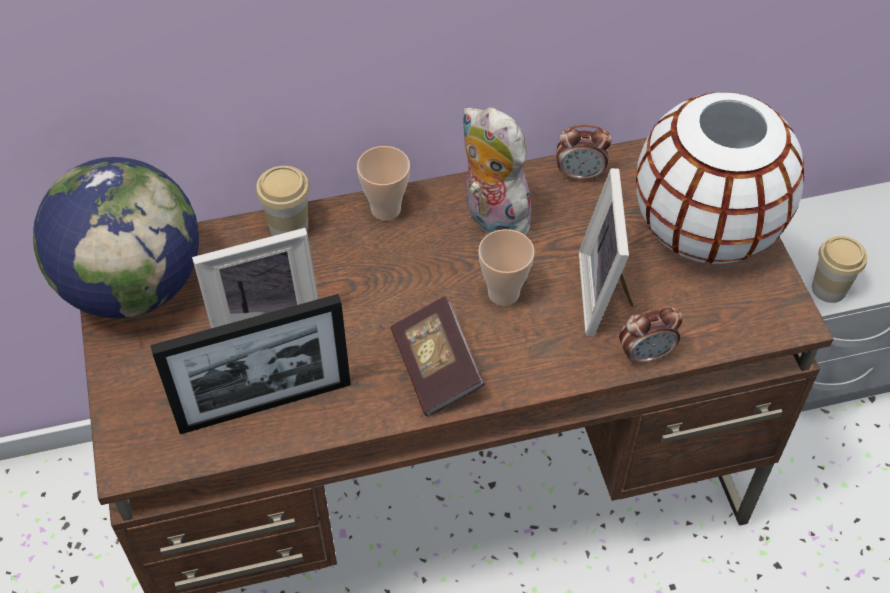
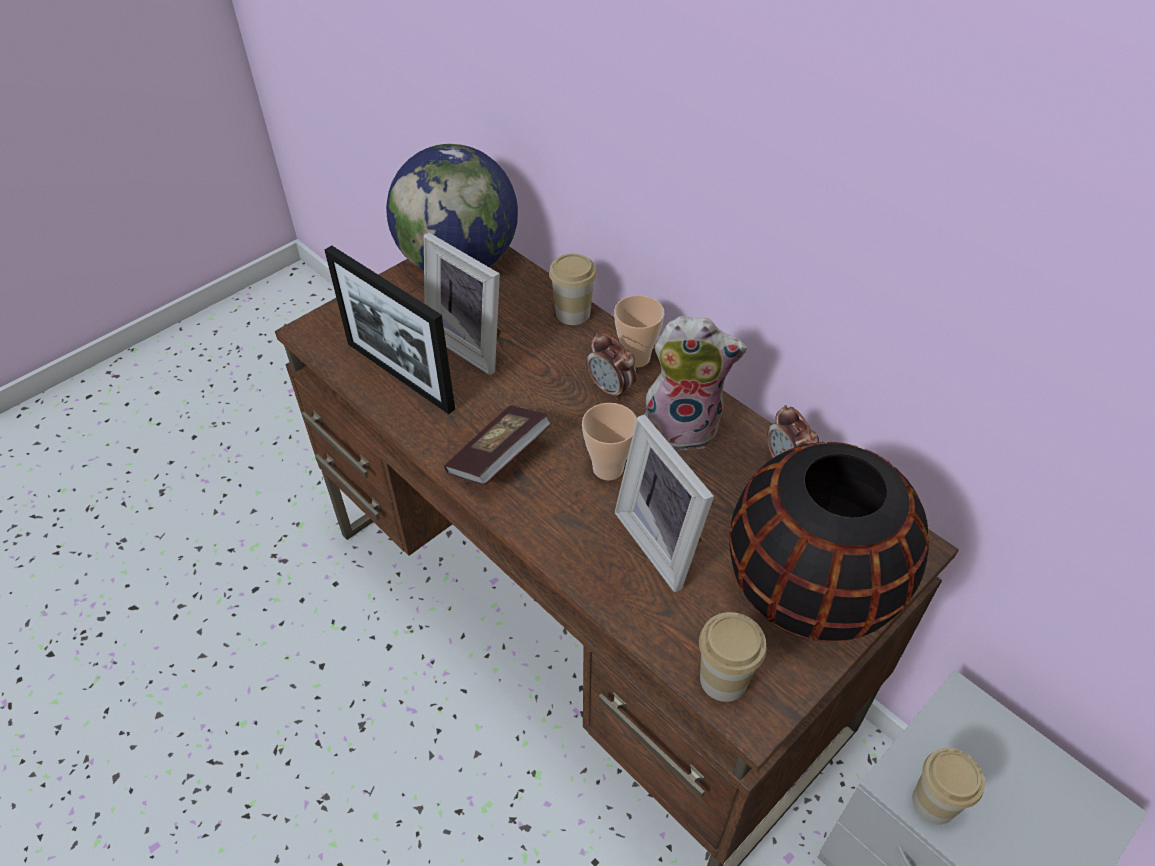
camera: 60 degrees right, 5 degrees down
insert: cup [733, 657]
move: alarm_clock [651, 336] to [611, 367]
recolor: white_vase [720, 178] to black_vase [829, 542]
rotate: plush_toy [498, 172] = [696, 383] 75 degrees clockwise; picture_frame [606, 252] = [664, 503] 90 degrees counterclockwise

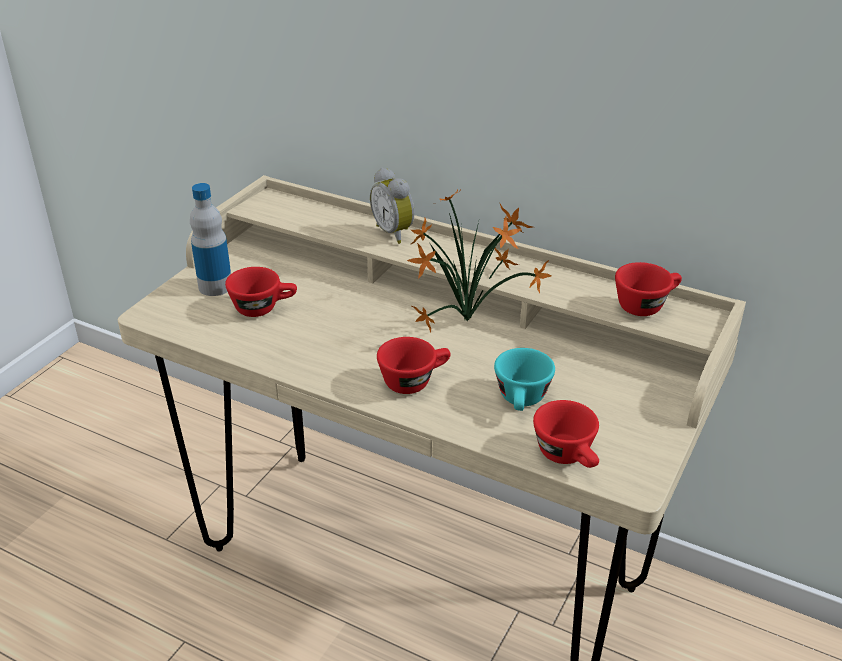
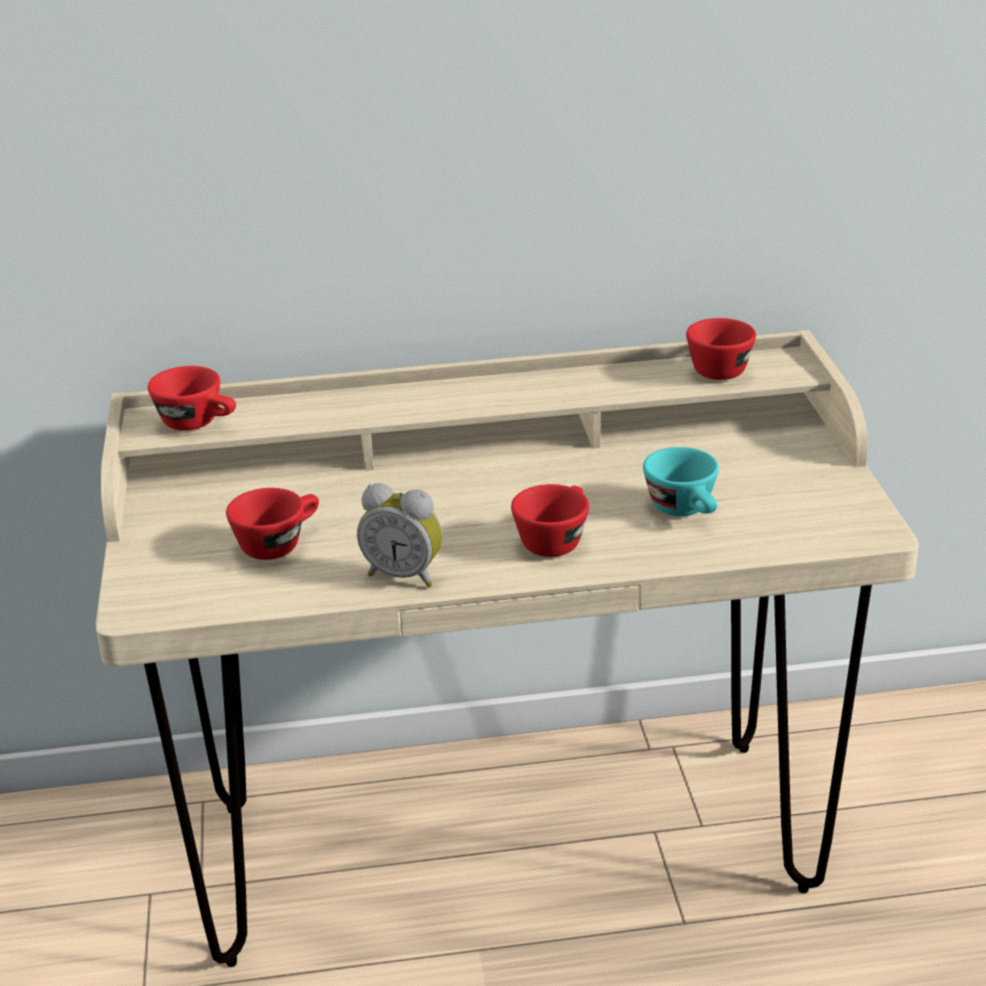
camera: 35 degrees left, 5 degrees down
delete: bottle [210, 239]; potted_plant [479, 260]
move: alarm_clock [392, 206] to [400, 535]; red_cup [566, 434] to [192, 398]

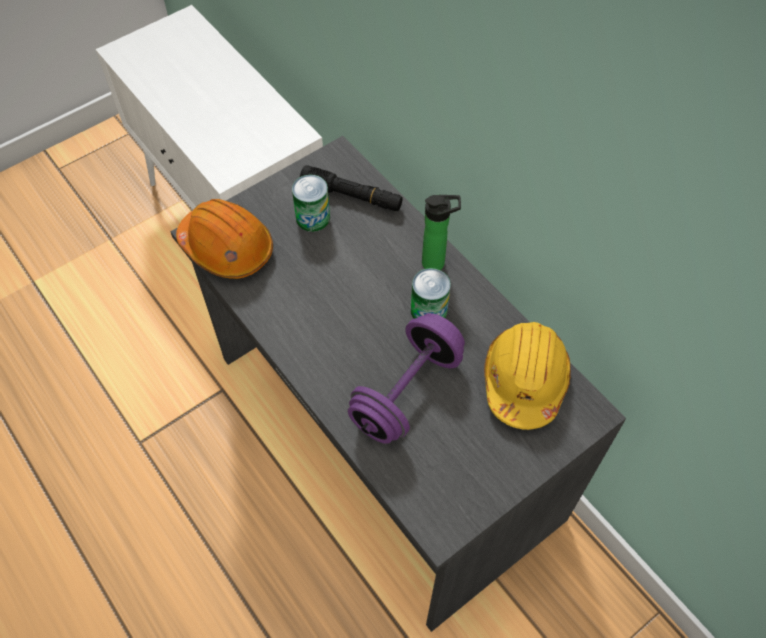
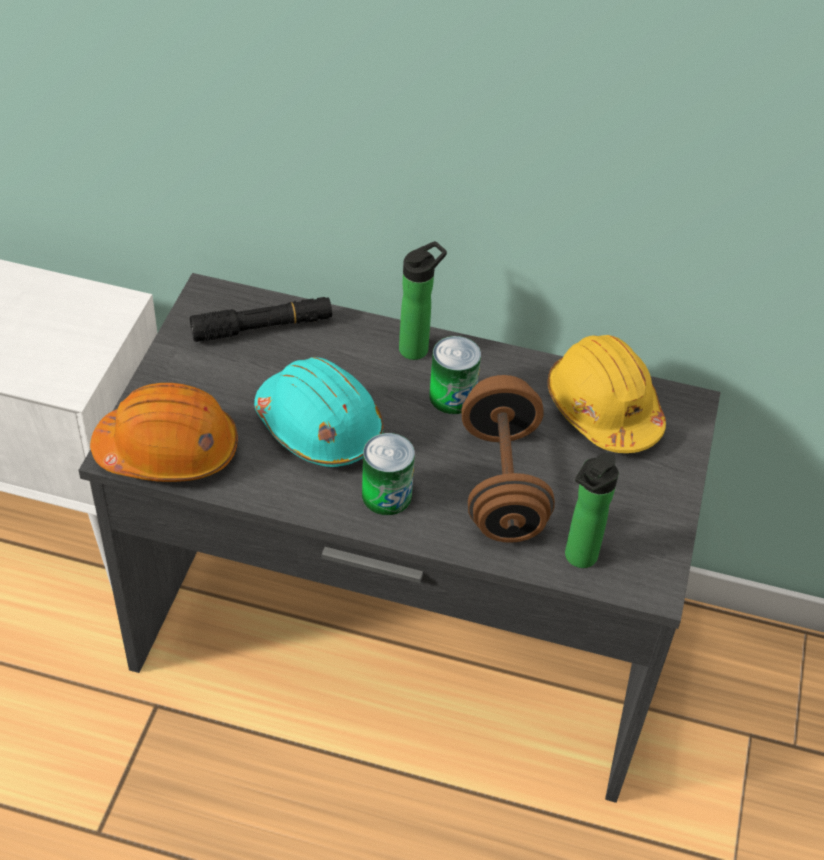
camera: 40 degrees left, 10 degrees down
insert: turquoise_hard_hat [318, 412]; bottle [592, 510]
move: can [311, 203] to [388, 474]
recolor: purple_dumbbell [406, 378] to brown_dumbbell [508, 459]

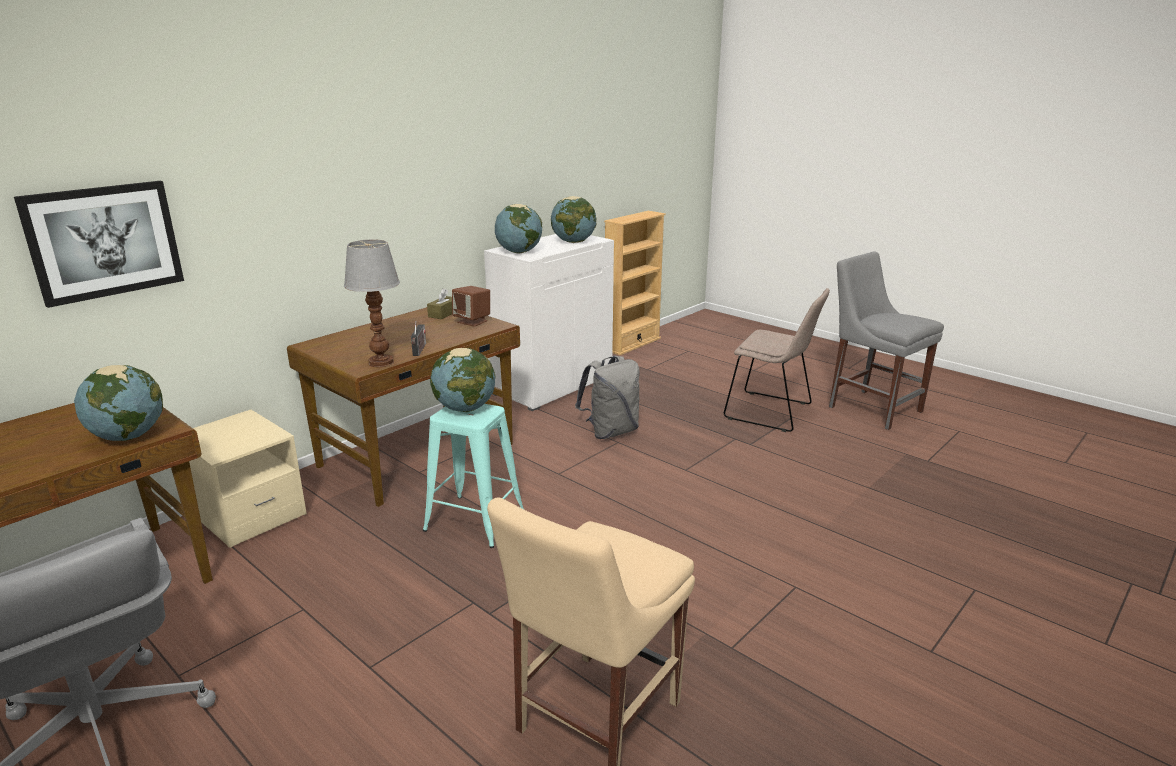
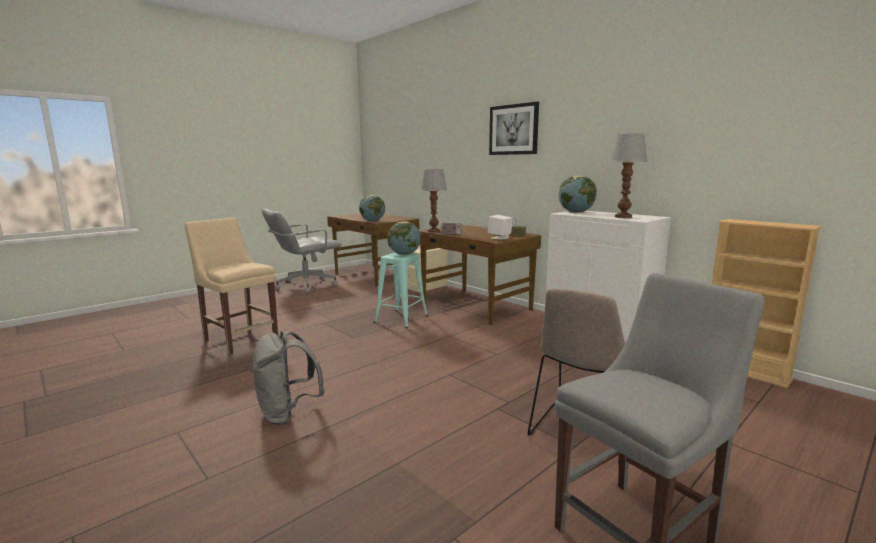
camera: 95 degrees right, 10 degrees down
move: picture [99, 244] to [514, 128]; grey_backpack [607, 397] to [288, 378]
replace: globe [574, 219] to table_lamp [628, 176]
recolor: brown_speaker [471, 306] to white_speaker [500, 227]

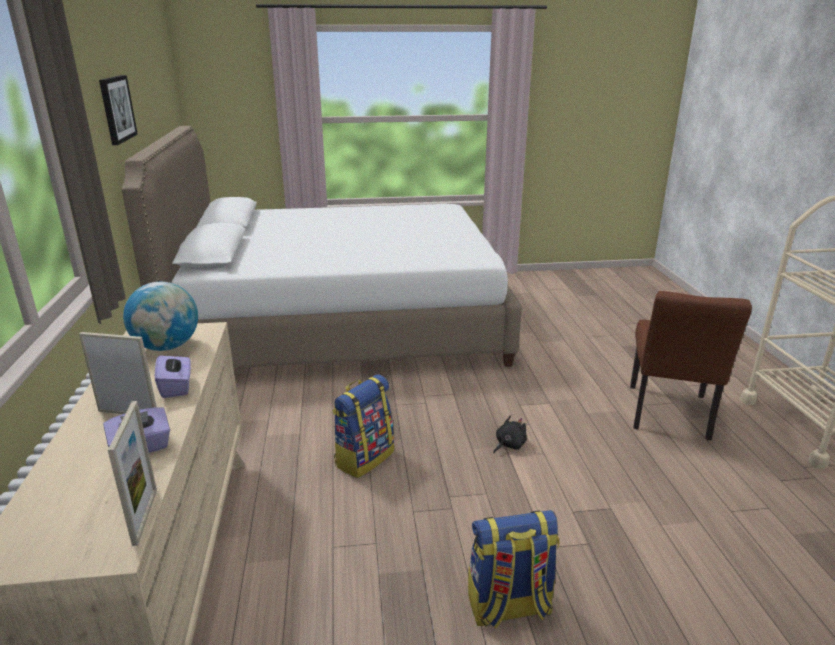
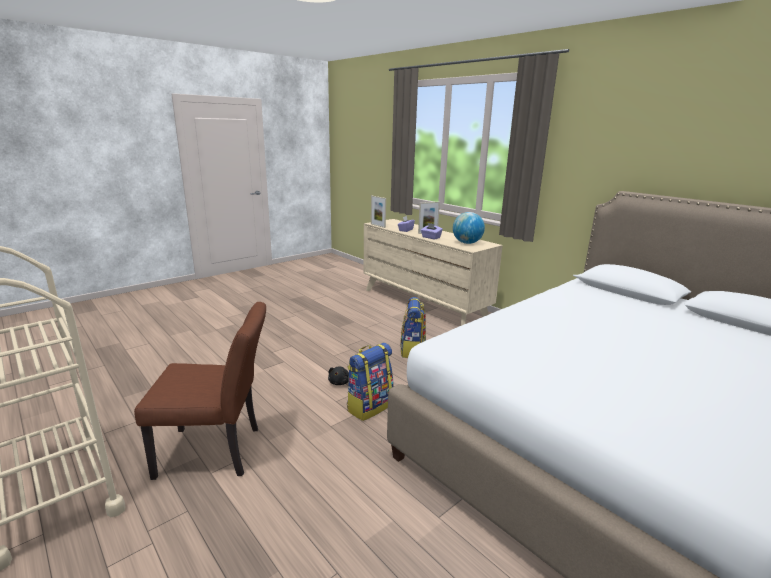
camera: 145 degrees right, 5 degrees down
delete: picture [118, 110]
move: backpack [513, 569] to [370, 382]
rotate: brown_chair [691, 365] = [200, 391] 105 degrees clockwise

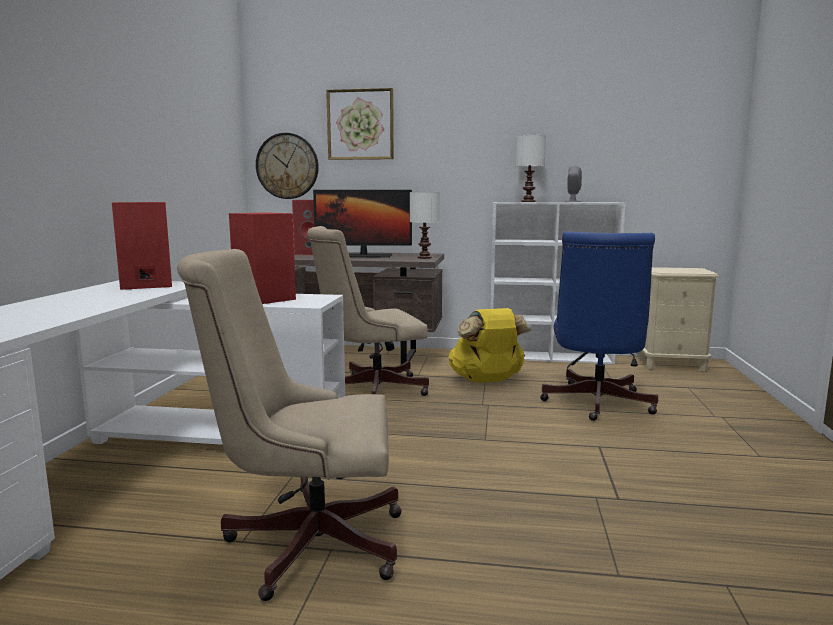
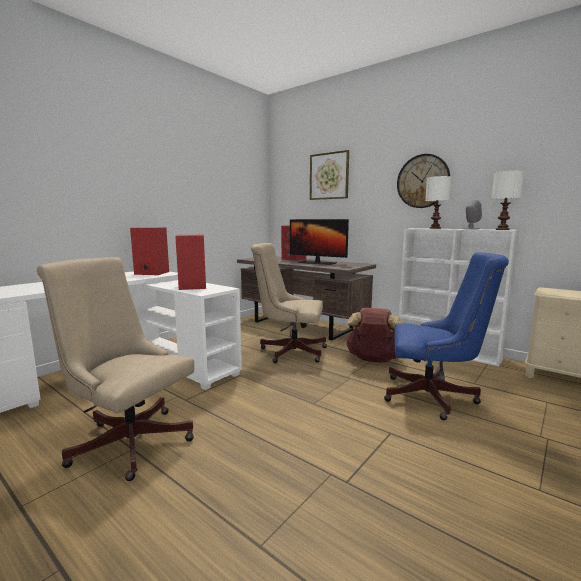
camera: 30 degrees right, 0 degrees up
move: wall_clock [287, 166] to [423, 181]; white_table_lamp [425, 225] to [508, 200]
recolor: yellow_backpack [490, 345] to brown_backpack [374, 334]
rotate: blue_office_chair [599, 326] = [446, 336] 120 degrees counterclockwise

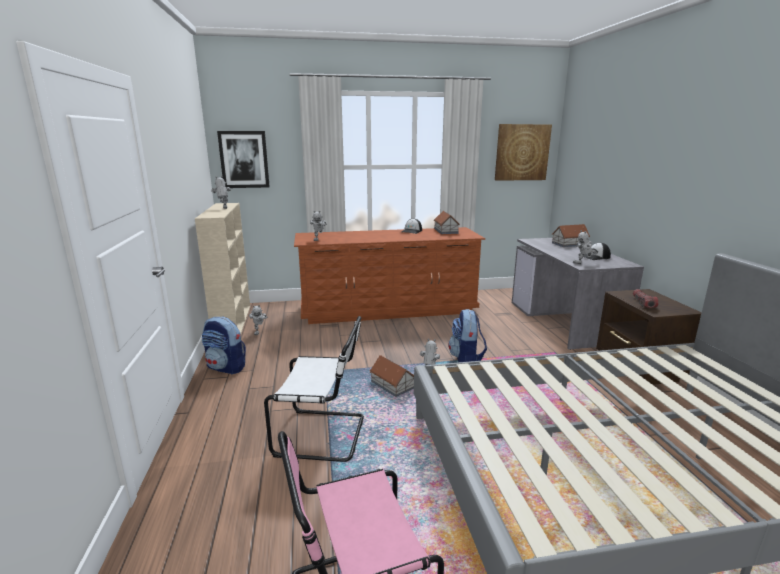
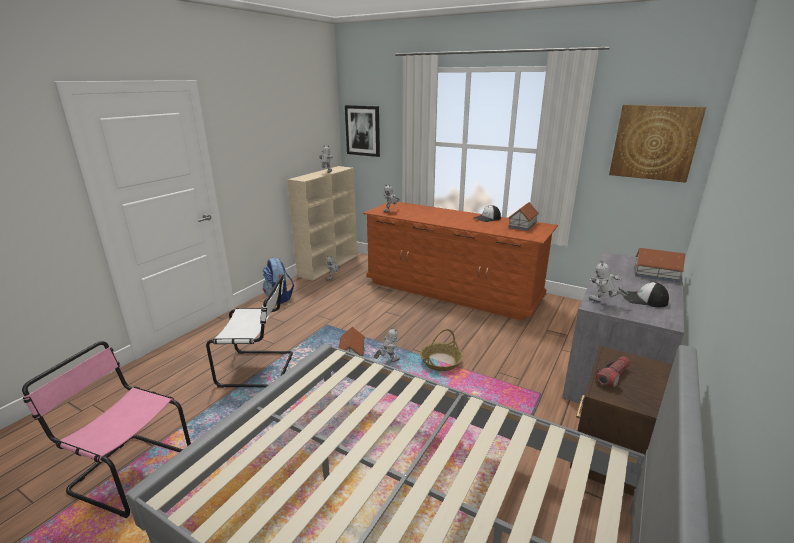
camera: 40 degrees right, 5 degrees up
replace: backpack [467, 335] to basket [441, 350]
rotate: white_chair [314, 389] = [249, 331] 45 degrees counterclockwise

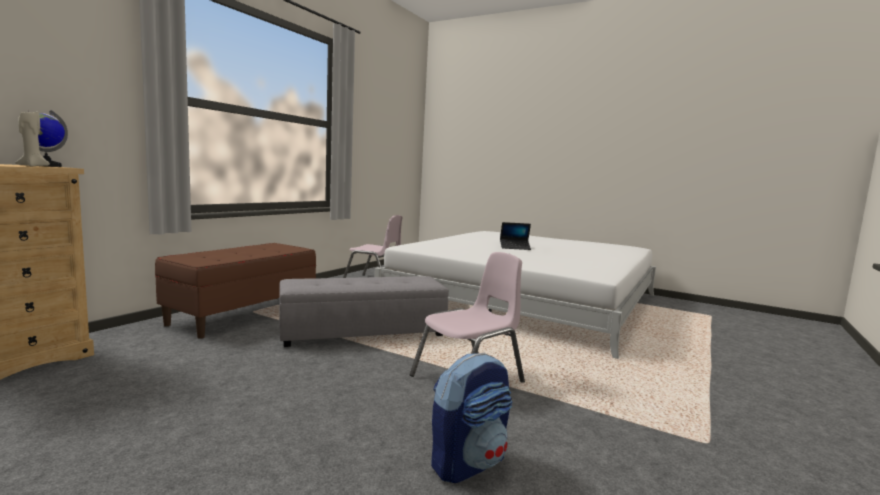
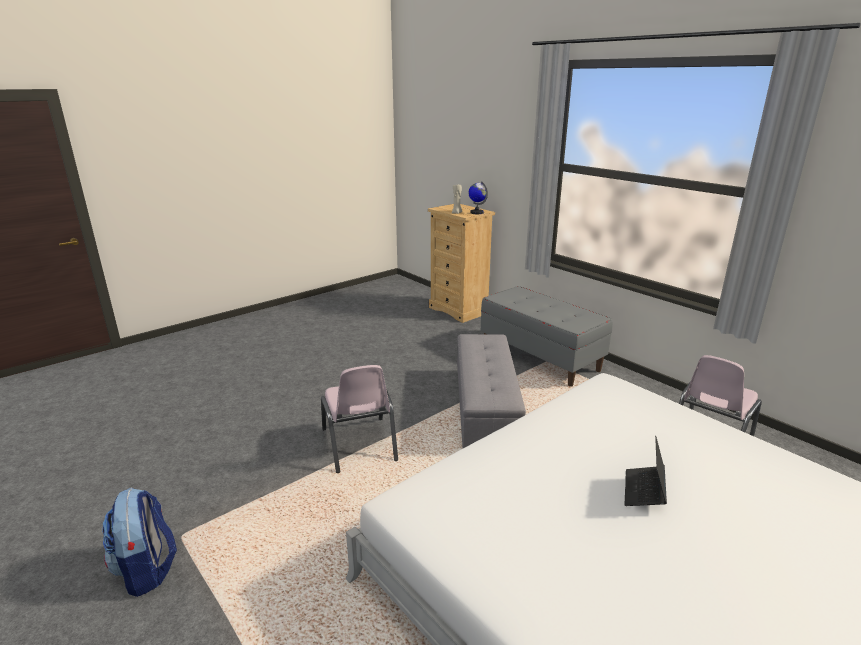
camera: 110 degrees right, 15 degrees up
move: backpack [471, 418] to [139, 542]
recolor: brown_bench [235, 291] to grey_bench [547, 336]

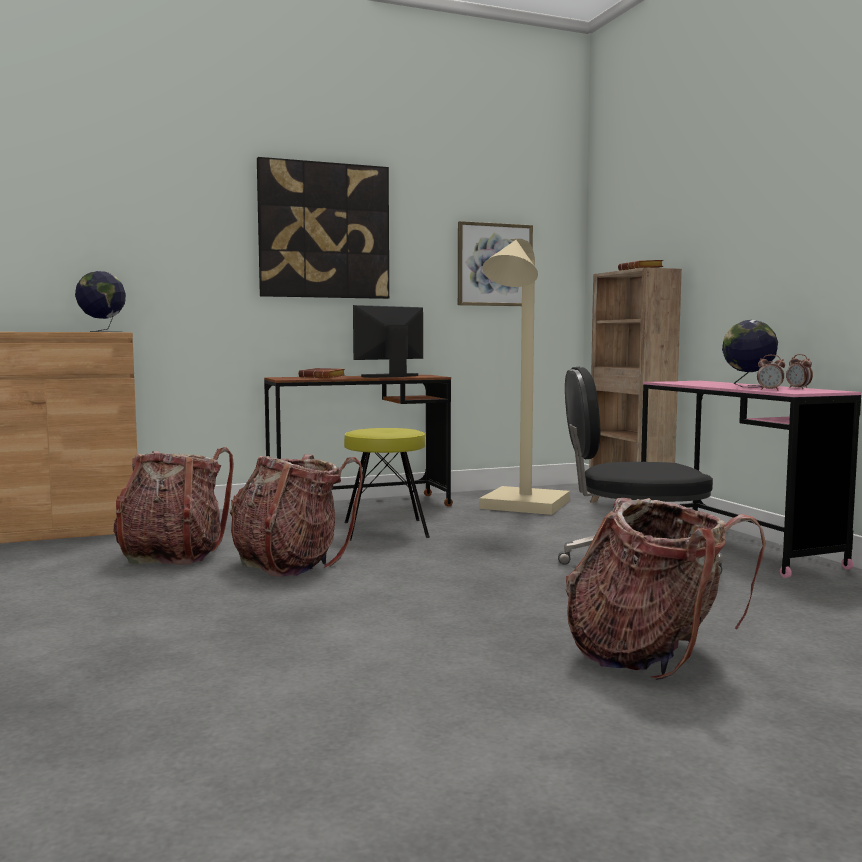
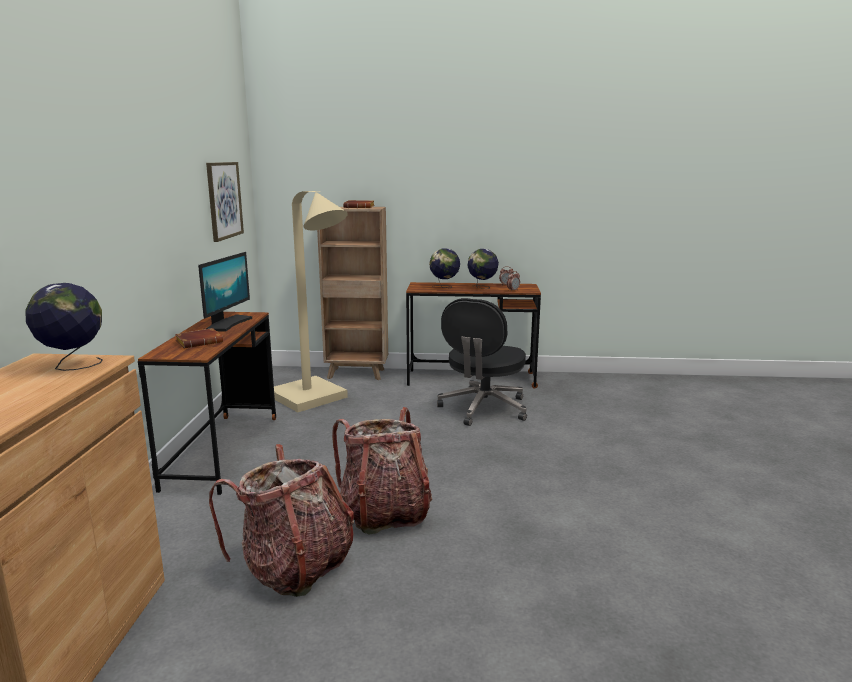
camera: 65 degrees left, 10 degrees up
delete: picture [323, 228]; yellow_stool [387, 484]; backpack [665, 589]
insert: globe [444, 268]
recolor: pink_desk [751, 479] to brown_desk [473, 335]
rotate: monitor [388, 341] = [225, 291] 150 degrees counterclockwise

